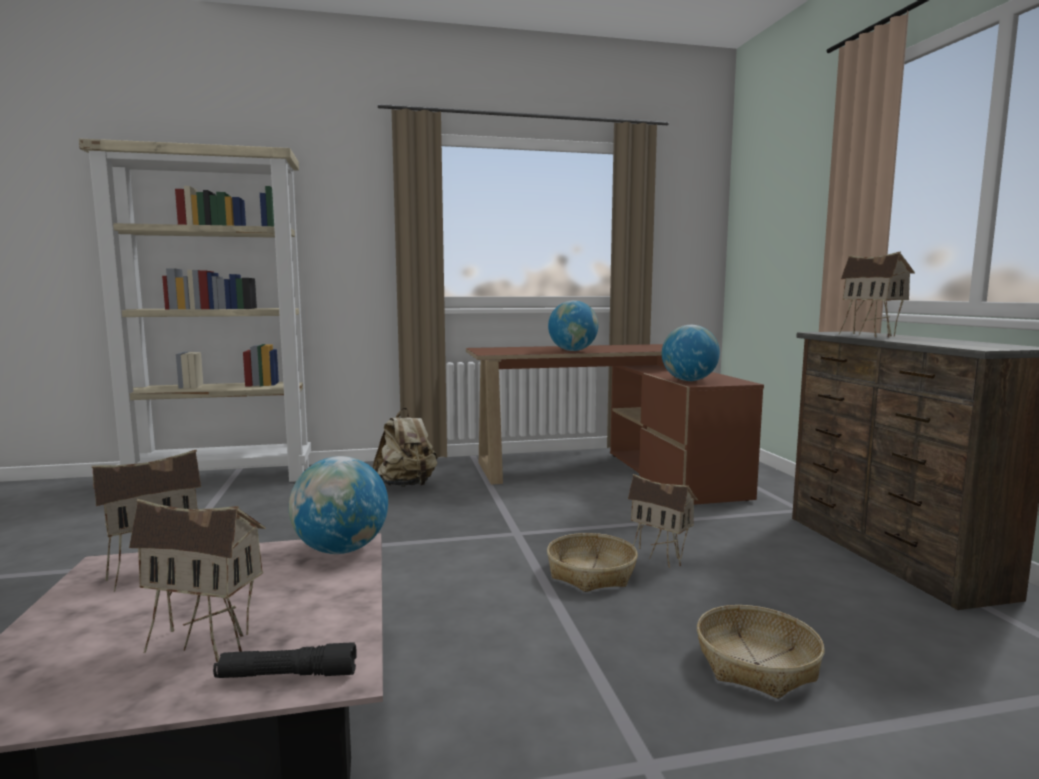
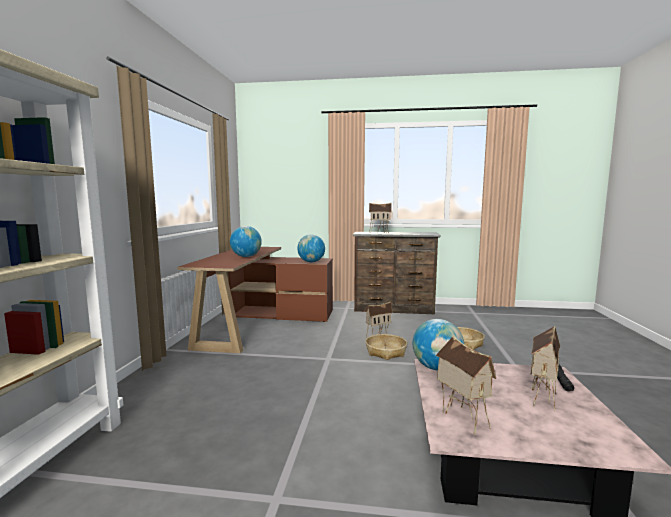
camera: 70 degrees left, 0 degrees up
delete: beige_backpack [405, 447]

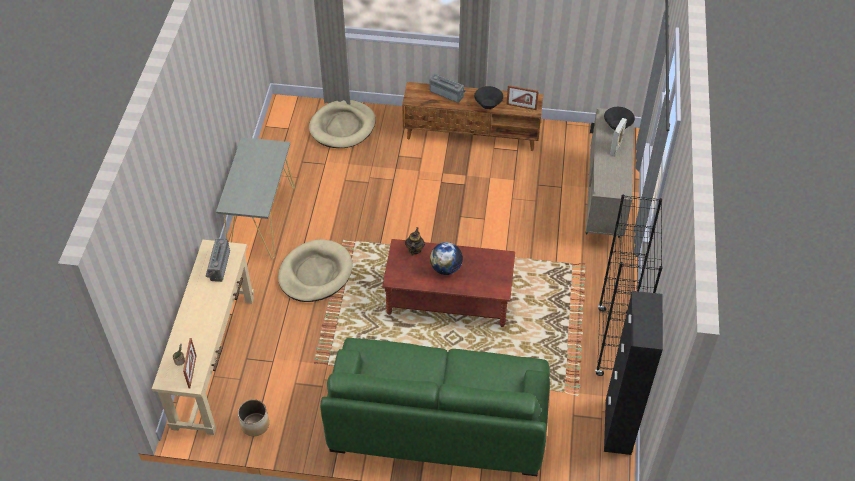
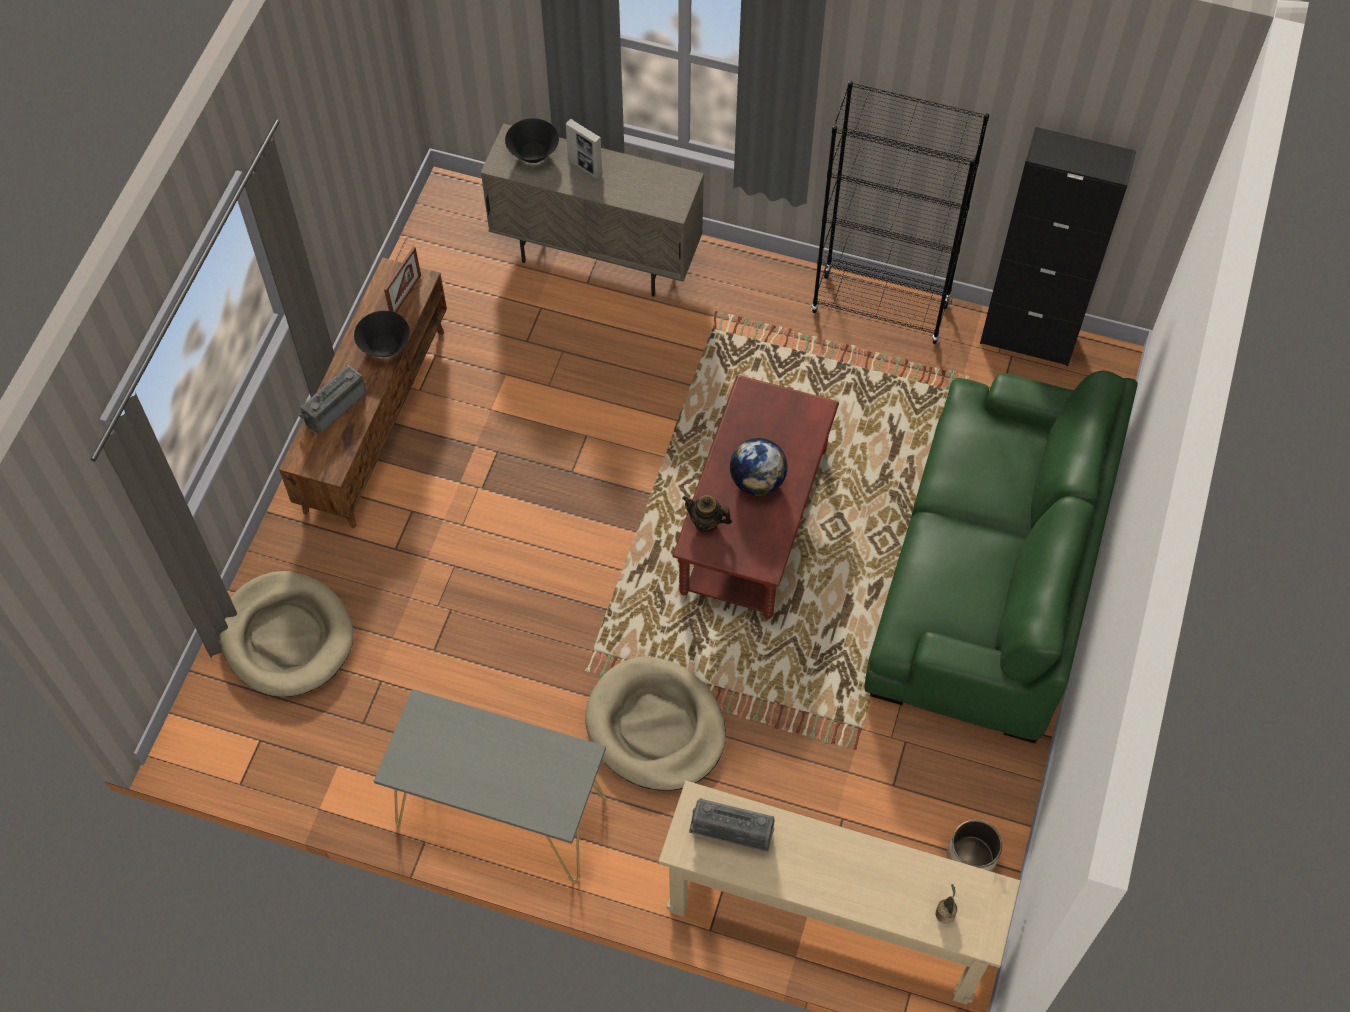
camera: 80 degrees left, 10 degrees up
delete: picture_frame [190, 363]

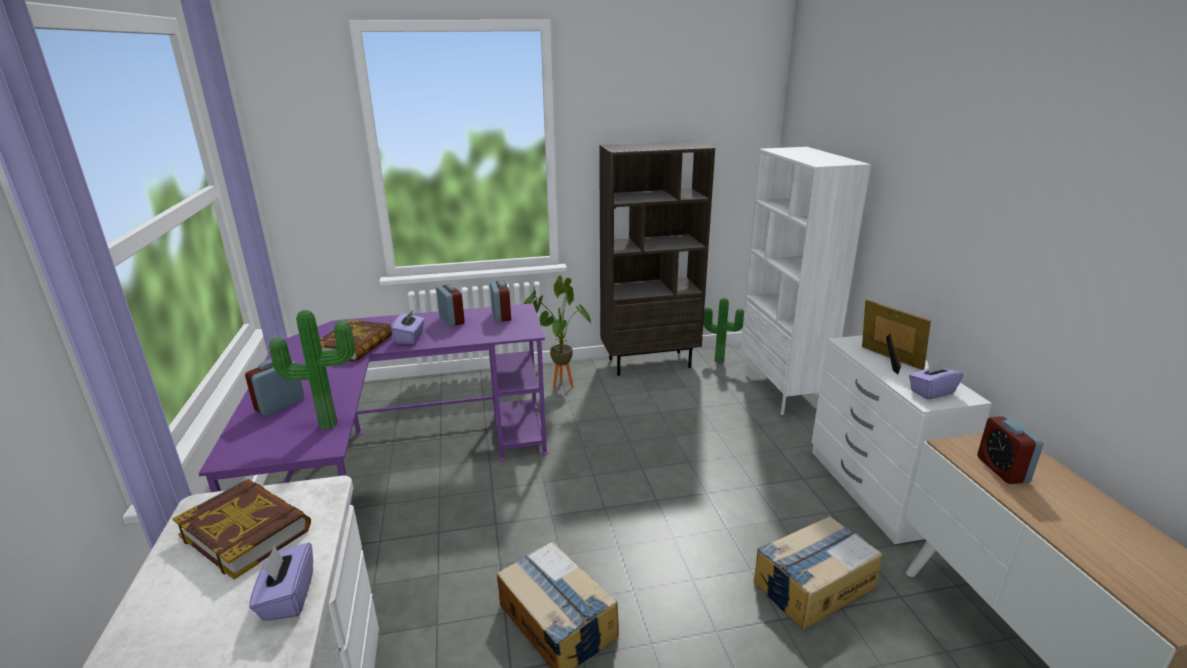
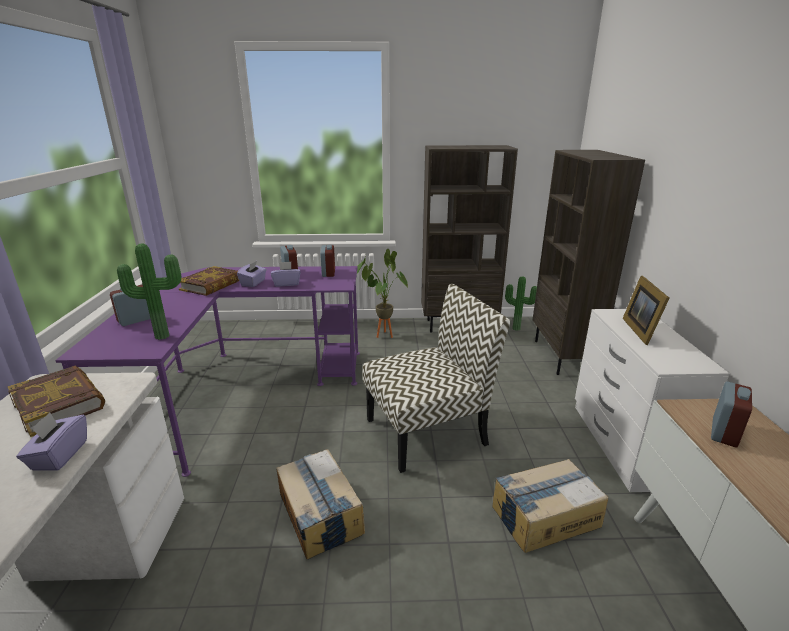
camera: 10 degrees right, 0 degrees up
insert: chair [436, 378]
move: purple_tissue_box [936, 379] to [286, 274]
recolor: white_bookcase [806, 281] to brown_bookcase [589, 262]
rotate: picture_frame [896, 337] = [645, 310] 150 degrees counterclockwise; alarm_clock [1010, 450] = [731, 414] 150 degrees counterclockwise

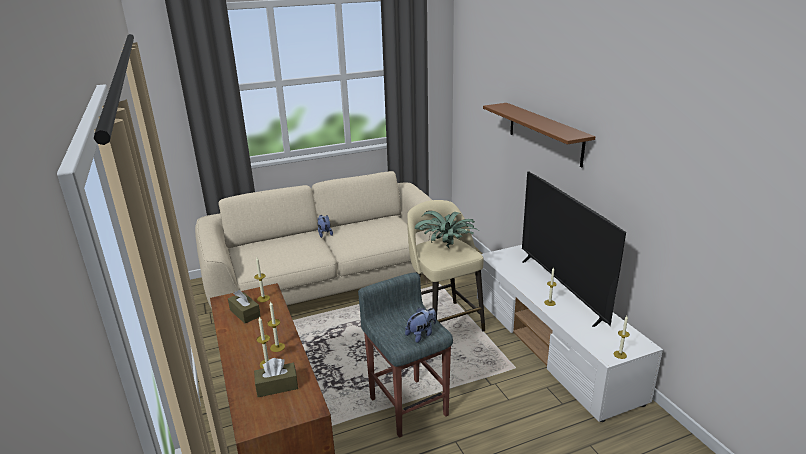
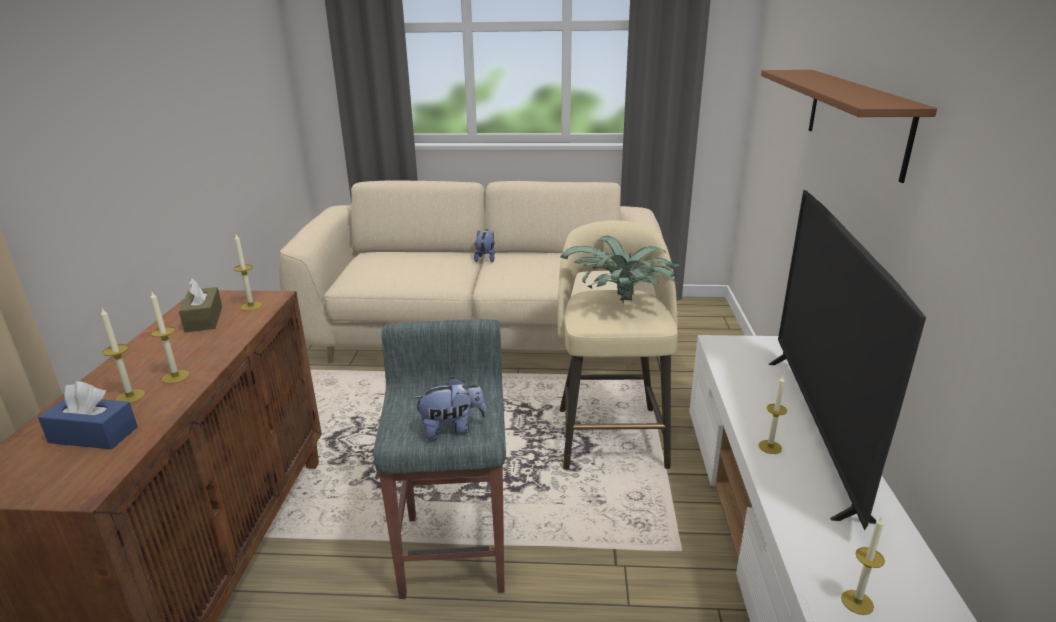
camera: 25 degrees right, 0 degrees up
recolor: brown_tissue_box [276, 377] to blue_tissue_box [88, 415]

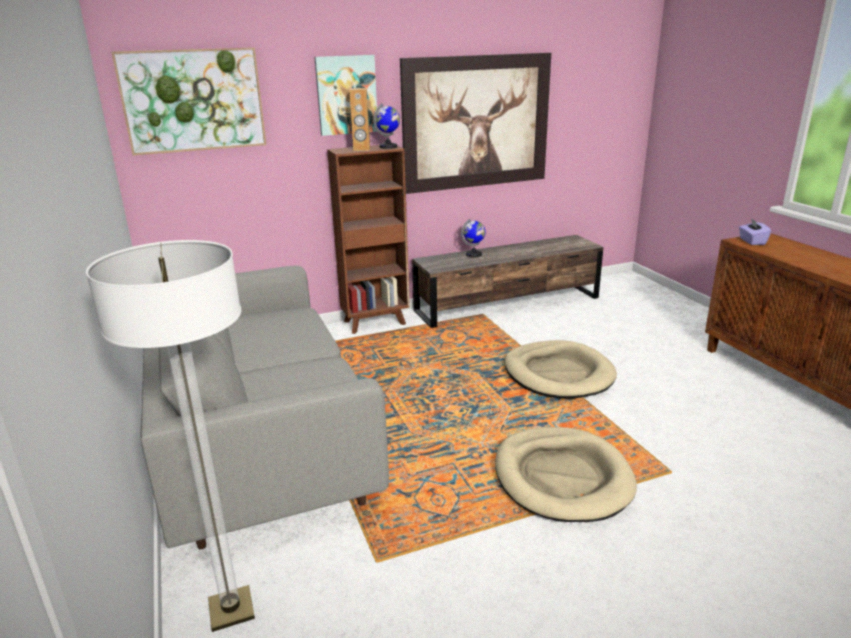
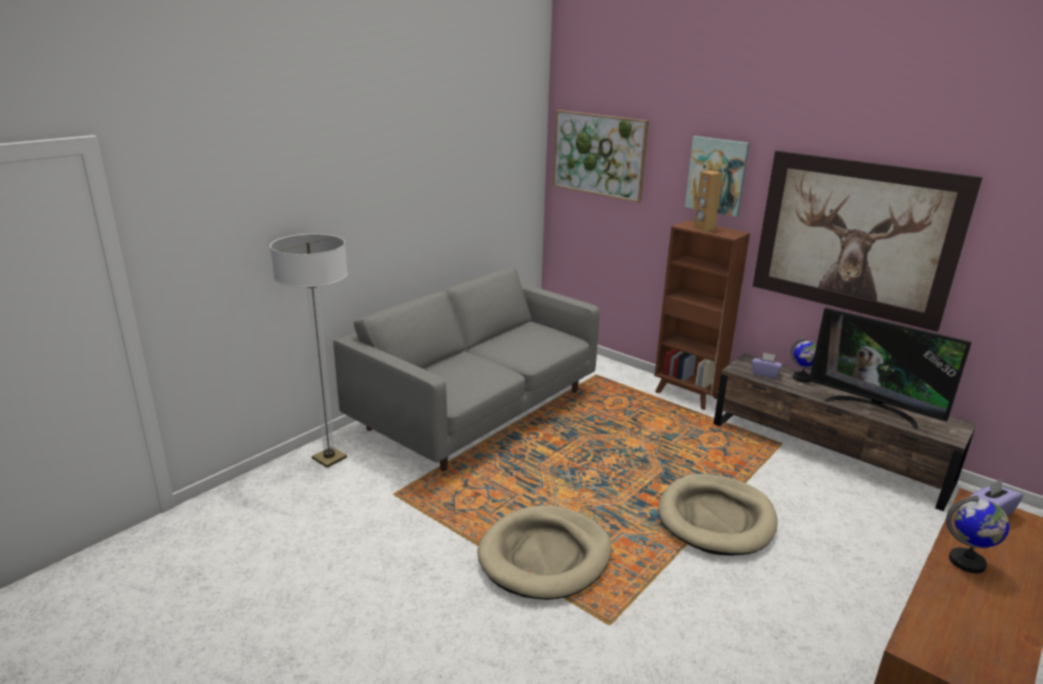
camera: 60 degrees right, 0 degrees up
insert: television [890, 369]; purple_tissue_box [767, 365]
move: globe [387, 126] to [978, 534]

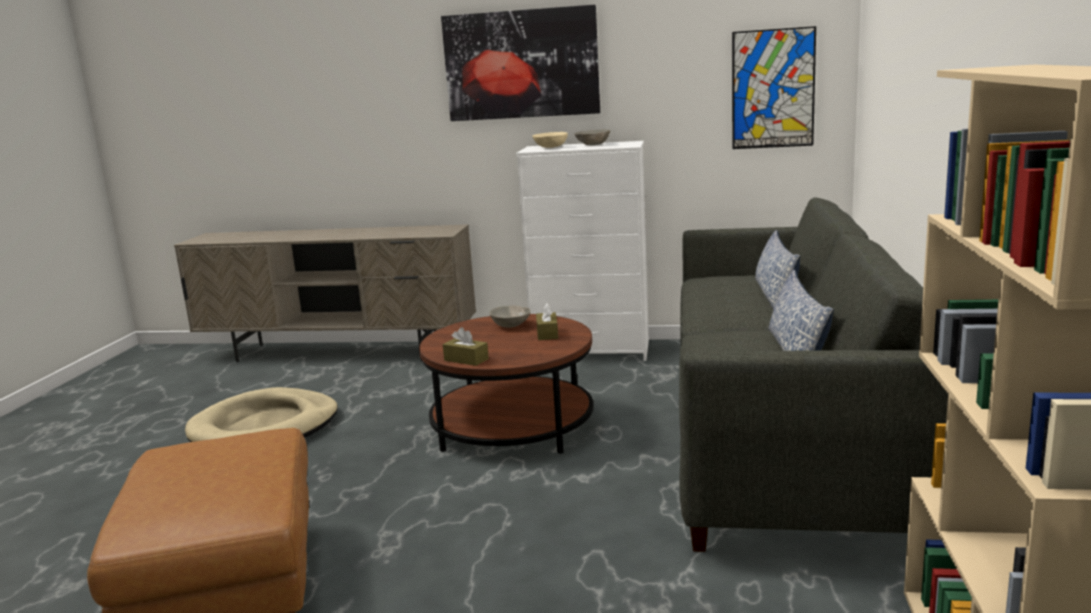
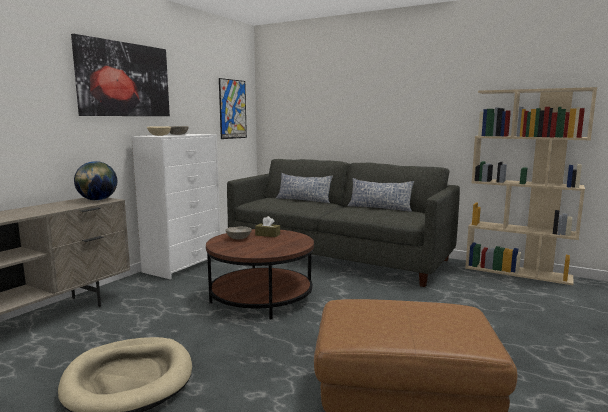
camera: 70 degrees left, 5 degrees down
delete: brown_tissue_box [466, 346]
insert: globe [95, 181]

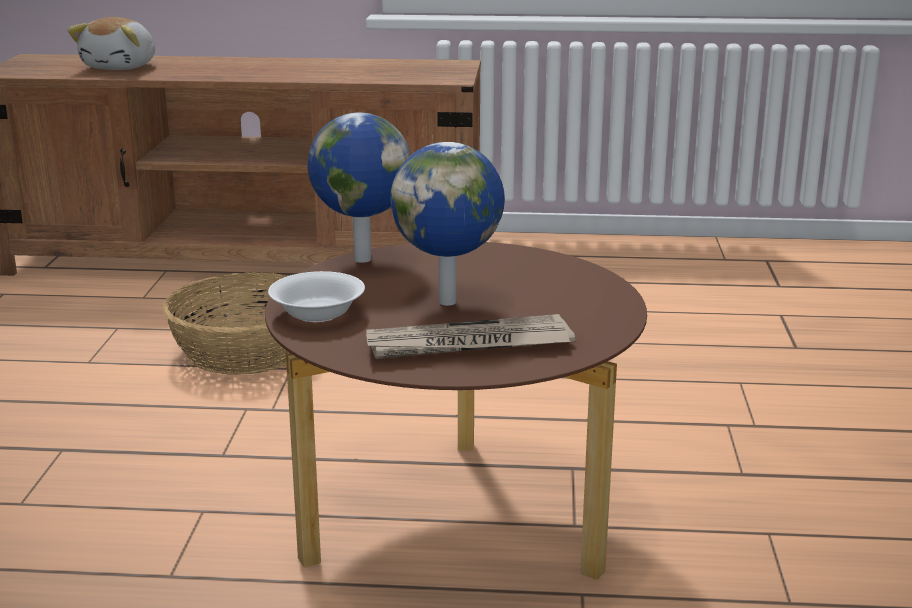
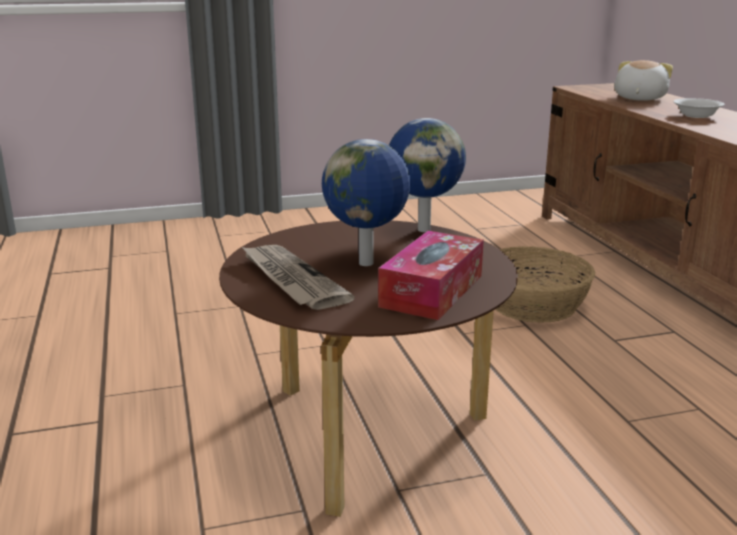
camera: 70 degrees right, 0 degrees up
insert: tissue_box [431, 275]
move: white_bowl [316, 296] to [699, 108]
rotate: plush_toy [111, 43] = [643, 80] 120 degrees clockwise

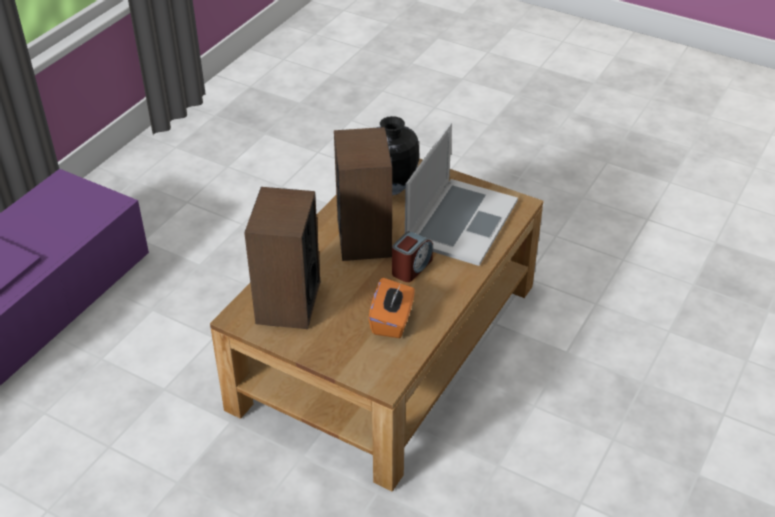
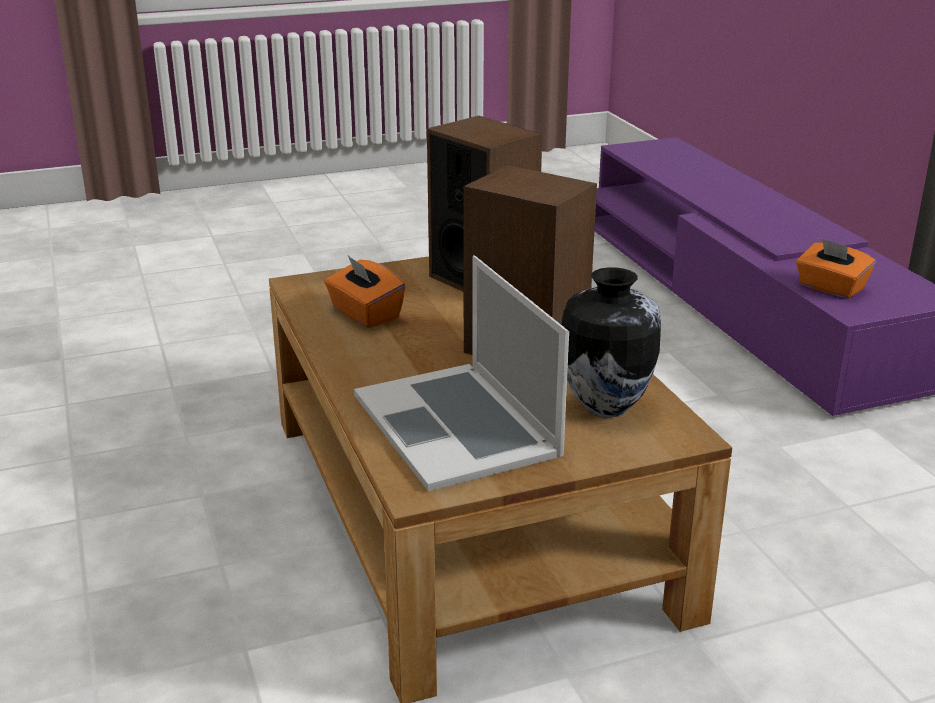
camera: 130 degrees right, 15 degrees down
delete: alarm_clock [412, 256]
insert: orange_tissue_box [835, 268]

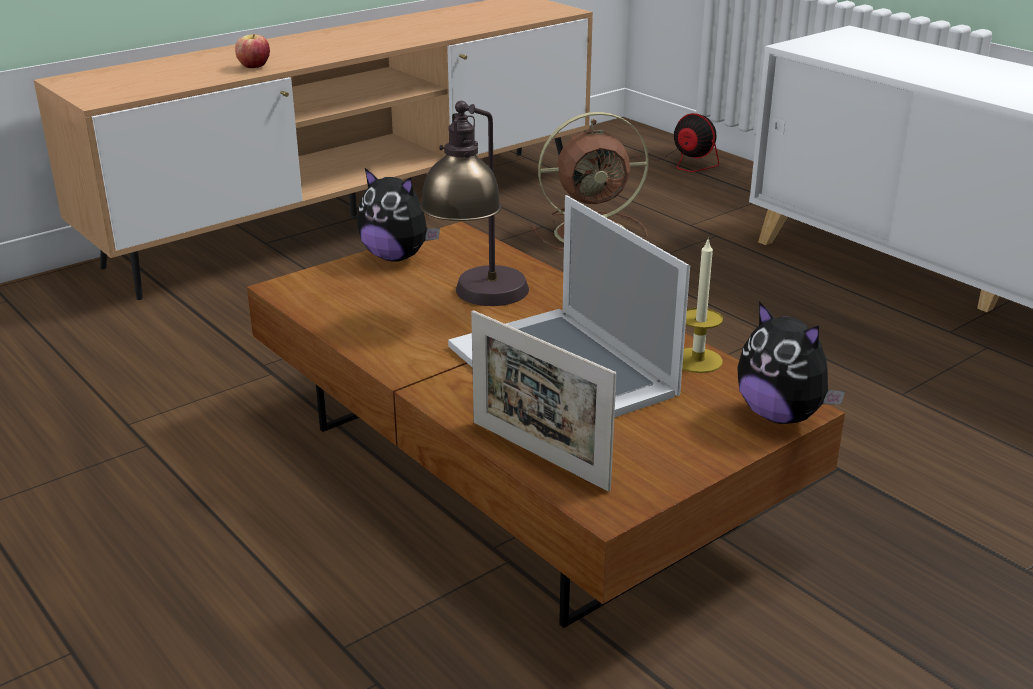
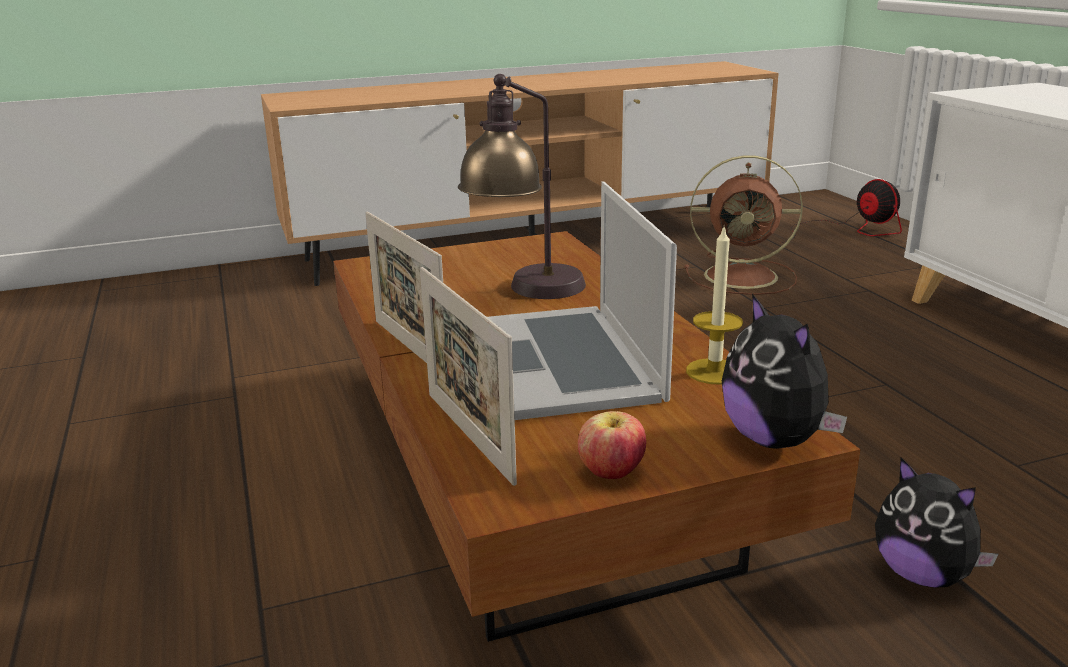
camera: 20 degrees right, 5 degrees down
insert: picture_frame [404, 287]
move: apple [252, 51] to [612, 445]; plush_toy [398, 214] to [936, 523]

